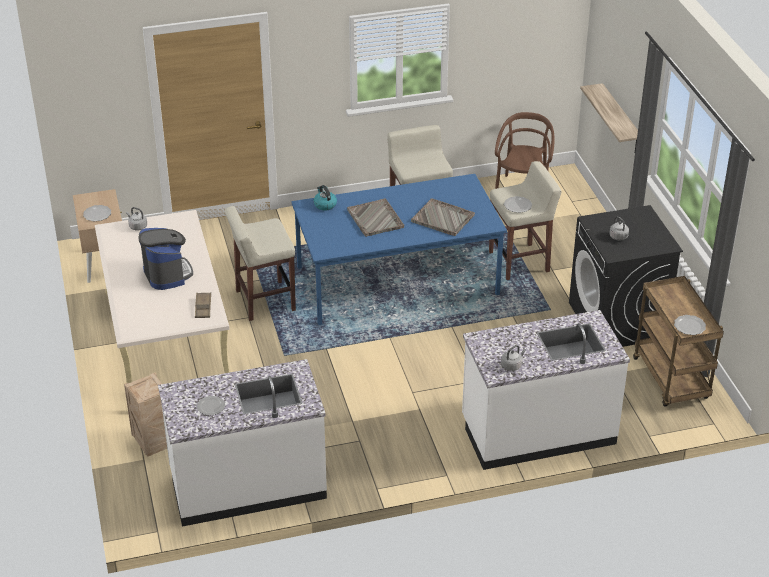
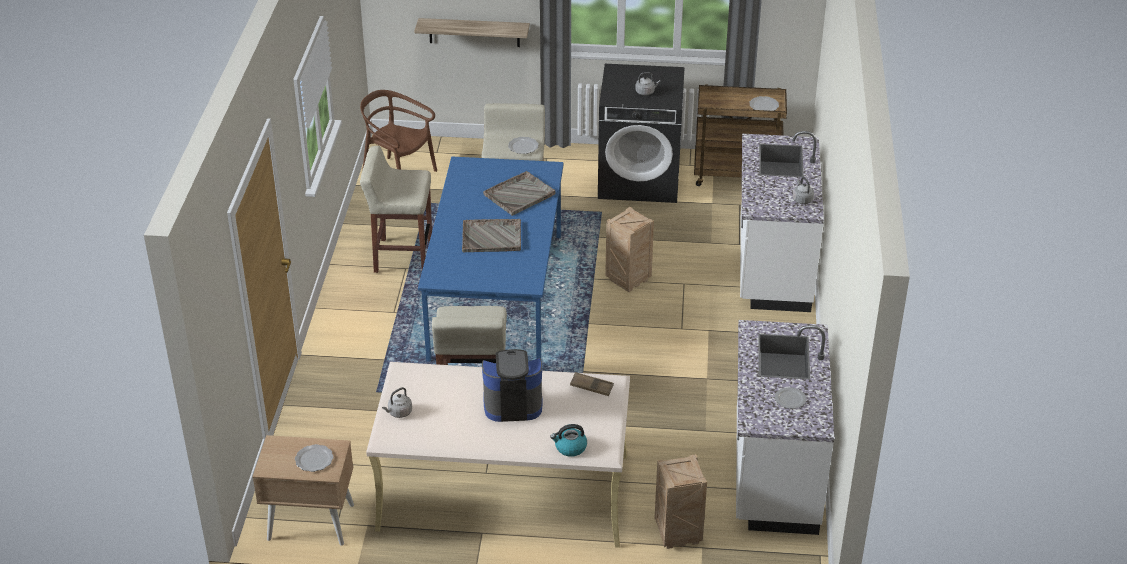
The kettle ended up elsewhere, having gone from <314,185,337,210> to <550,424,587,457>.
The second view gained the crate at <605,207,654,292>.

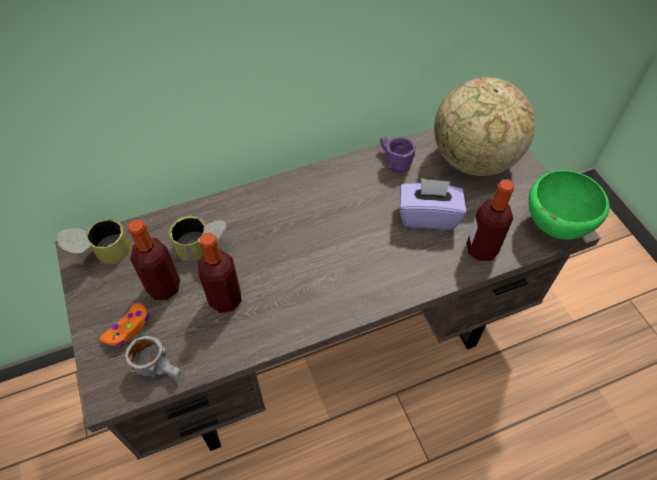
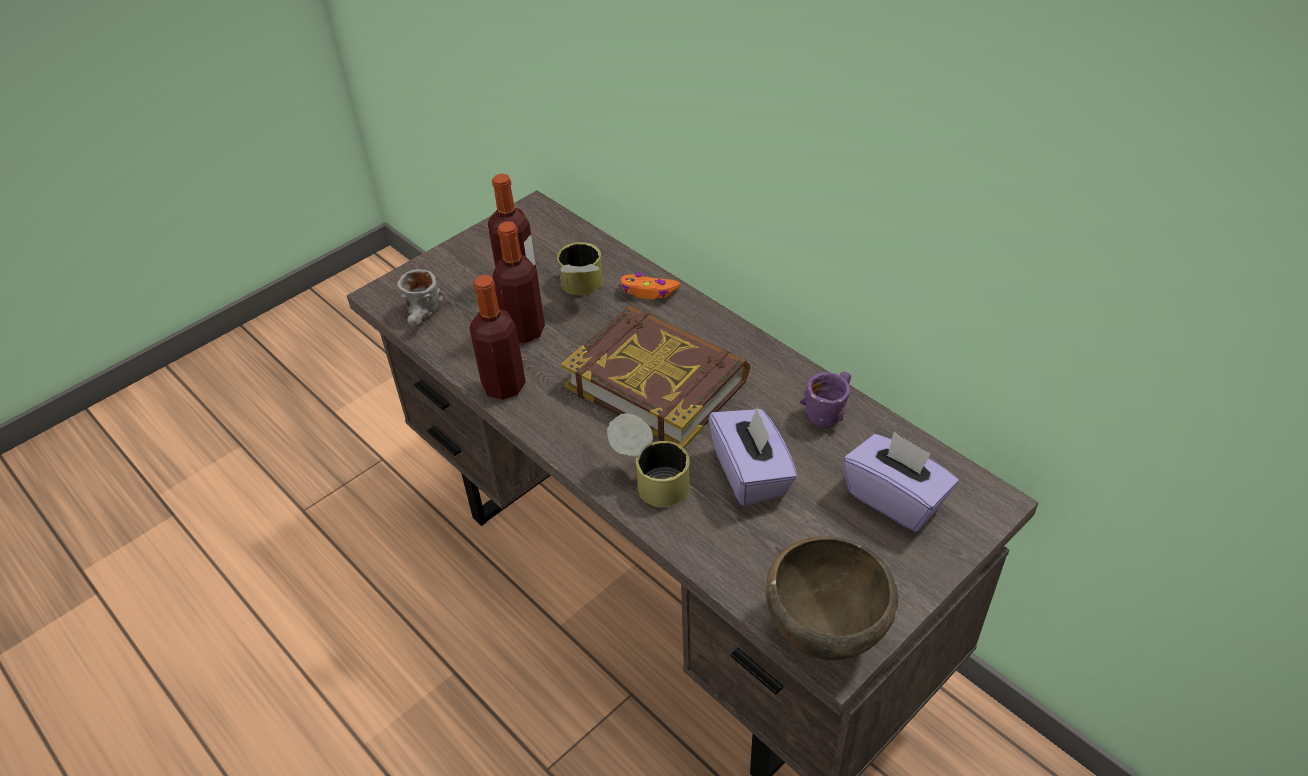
The bottle ended up elsewhere, having gone from <466,179,515,261> to <469,275,526,400>.
The second view gained the book at <561,305,750,448>.
The can ended up elsewhere, having gone from <57,219,131,264> to <607,413,690,508>.
The orange game controller ended up elsewhere, having gone from <100,302,149,346> to <621,272,680,299>.
What was the green bowl at <528,170,610,240> turned into the brown bowl at <766,536,898,660>.
Where the globe stood at <434,77,535,176>, the purple tissue box came to stand at <843,431,959,532>.

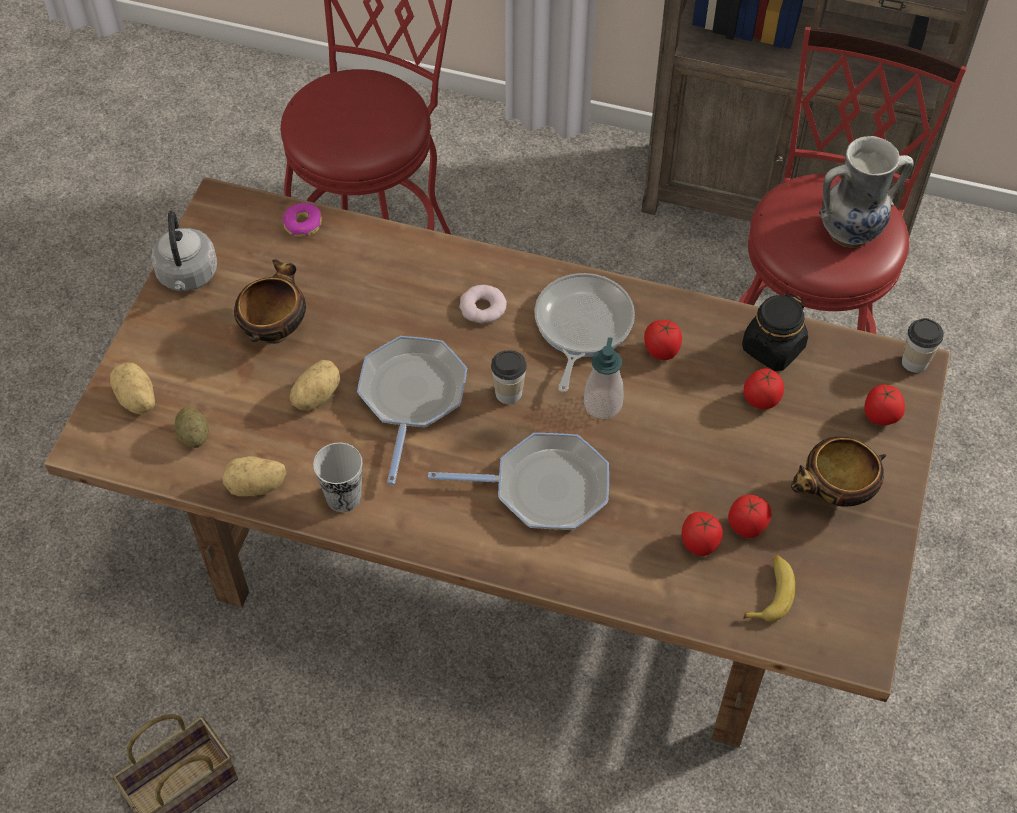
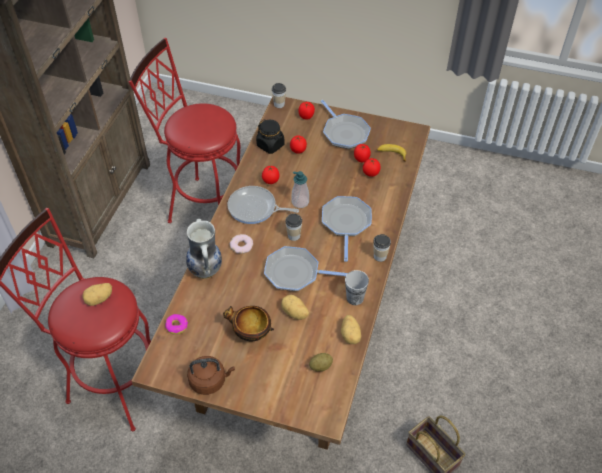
The potato ended up elsewhere, having gone from <110,362,155,414> to <82,283,112,306>.
The vase ended up elsewhere, having gone from <819,136,914,248> to <186,219,222,279>.
What was the grey kettle at <151,211,218,291> turned into the brown kettle at <187,356,235,395>.
Where the bowl stood at <791,436,886,506>, the frying pan came to stand at <321,100,371,149>.
The second view gained the cup at <373,234,391,262>.

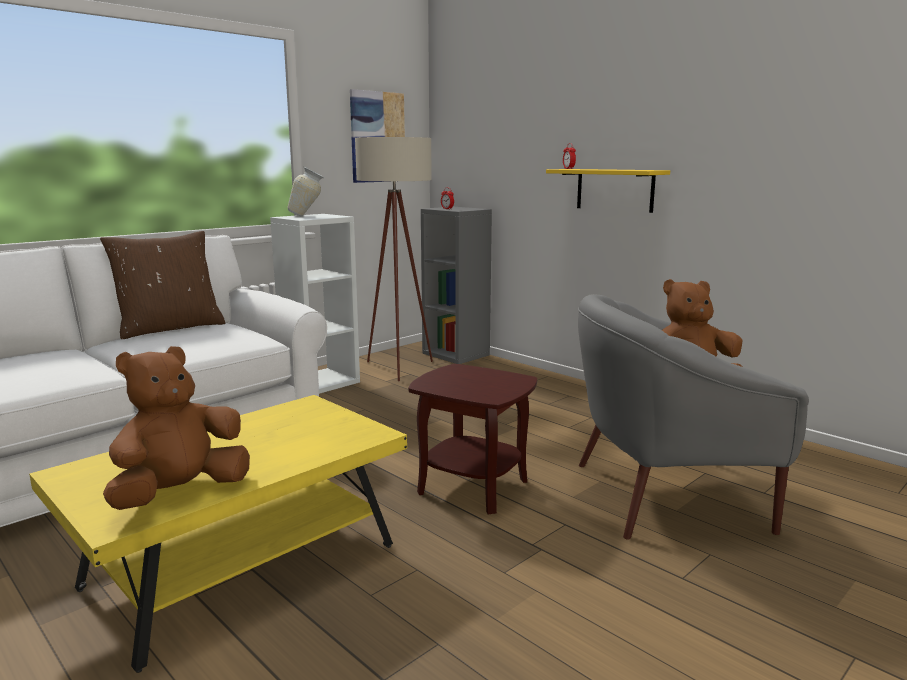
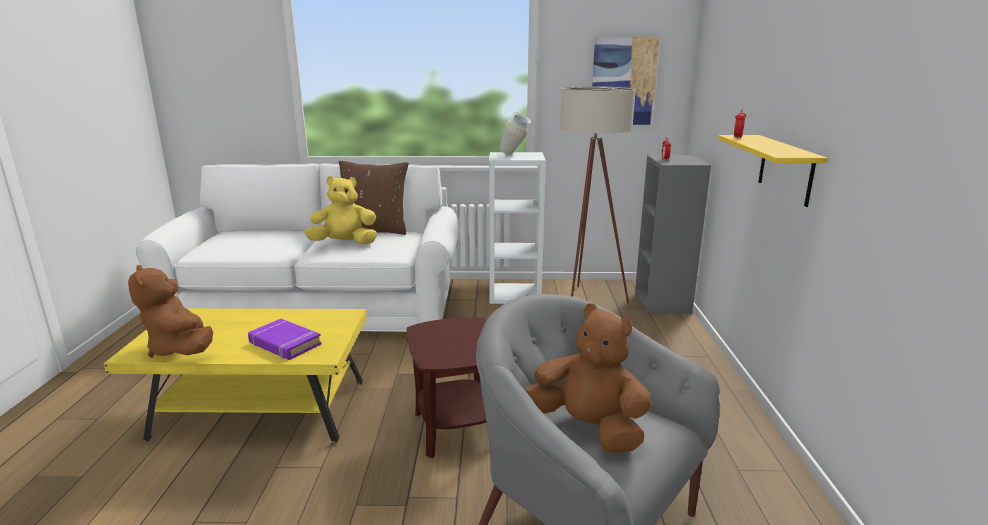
The brown plush toy at <103,346,250,510> ended up facing another way, 120 degrees counterclockwise from before.
The second view gained the purple book at <248,319,321,360>.
The second view gained the yellow plush toy at <304,176,377,245>.

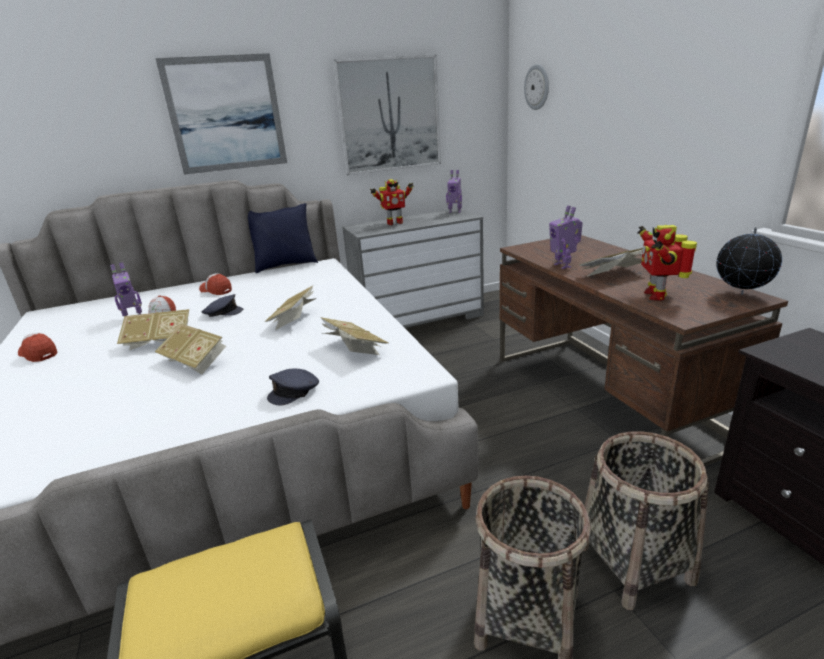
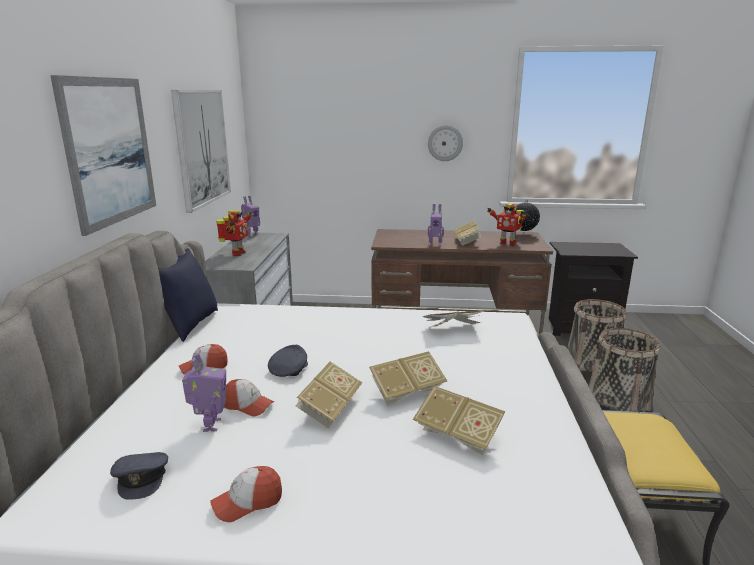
The grey cap ended up elsewhere, having gone from <267,369,319,405> to <110,452,168,500>.
The book ended up elsewhere, having gone from <265,286,317,330> to <413,386,505,455>.
The wall clock ended up elsewhere, having gone from <524,64,549,110> to <428,125,463,161>.

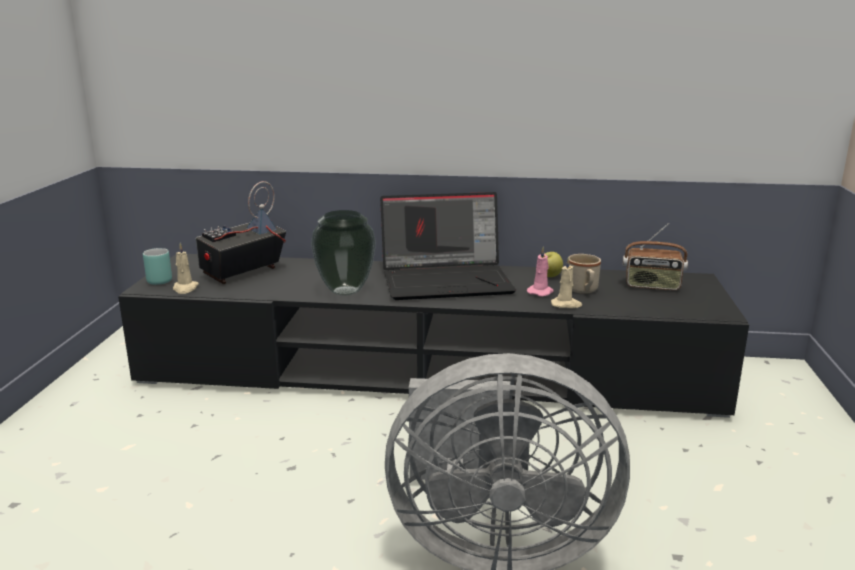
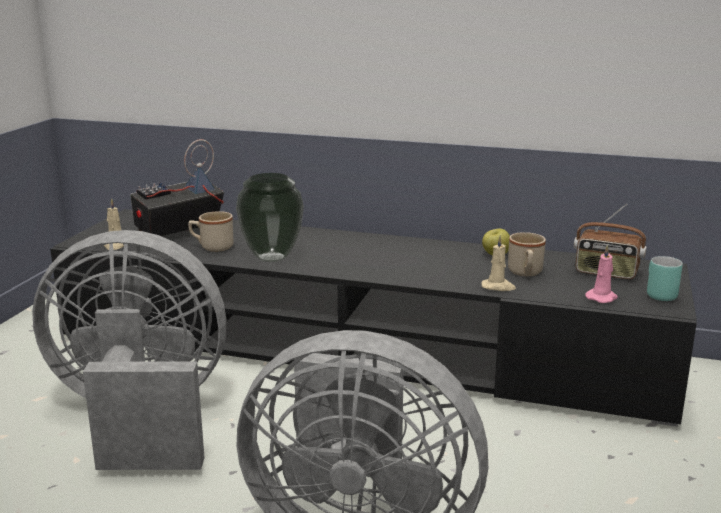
The second view gained the grey fan at <32,230,226,470>.
The second view gained the beige mug at <188,211,234,252>.
The pink candle ended up elsewhere, having gone from <527,247,554,296> to <585,244,618,303>.
The turquoise mug ended up elsewhere, having gone from <143,248,172,285> to <647,256,683,301>.
The second view lost the laptop at <380,192,516,300>.

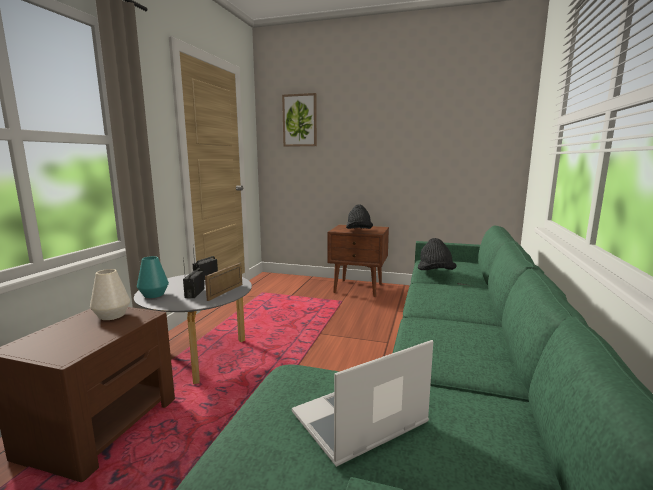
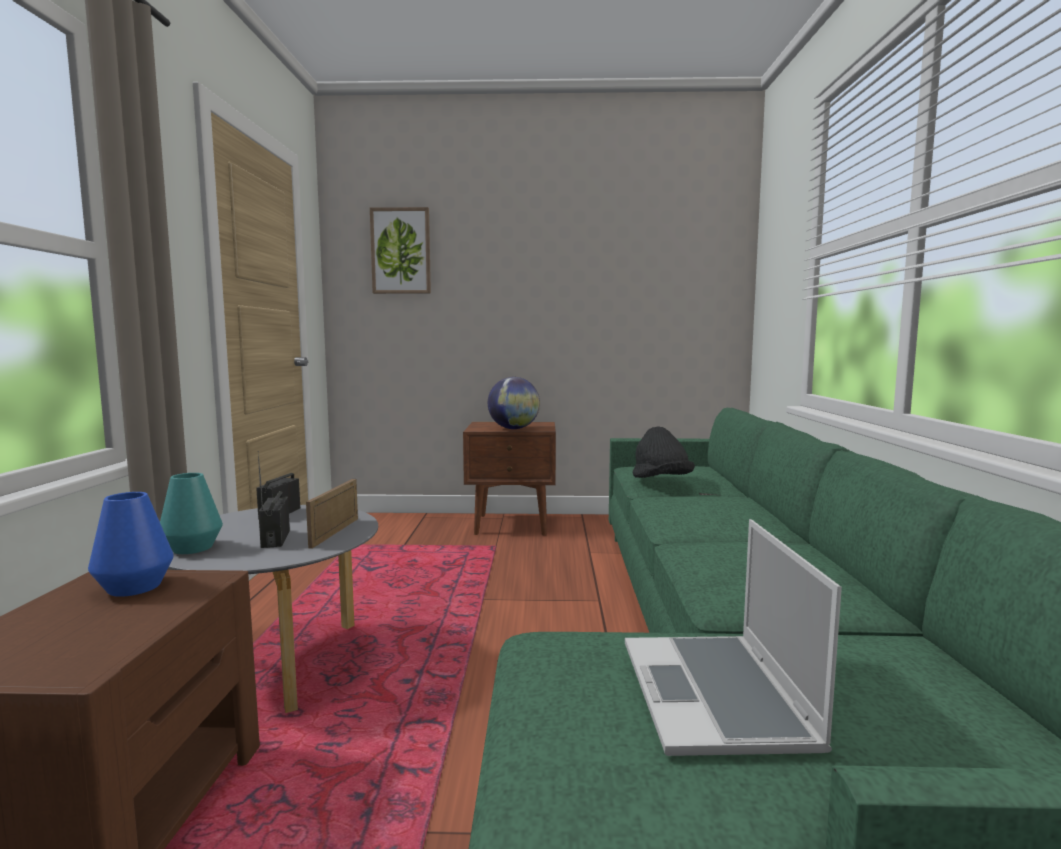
What was the white vase at <90,269,130,320> turned into the blue vase at <88,492,174,597>.
Where the black hat stood at <346,204,373,229>, the globe came to stand at <488,377,540,429>.
The laptop at <292,340,433,467> ended up facing another way, 45 degrees counterclockwise from before.

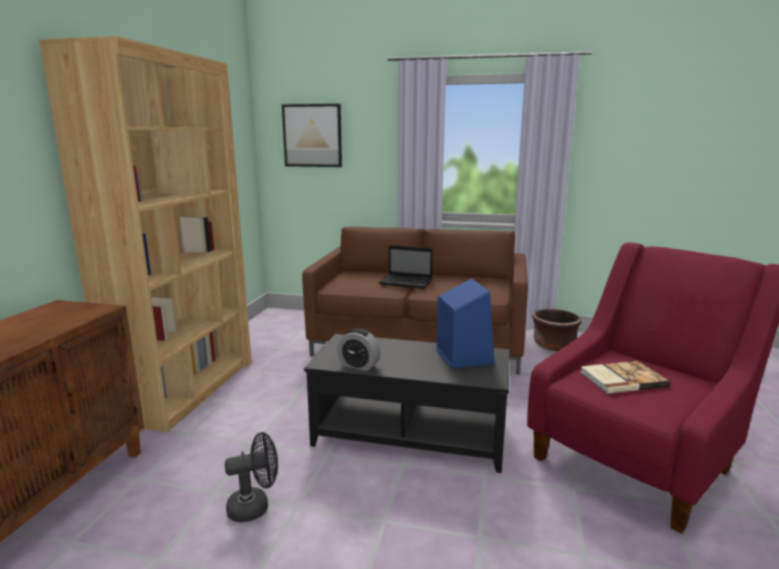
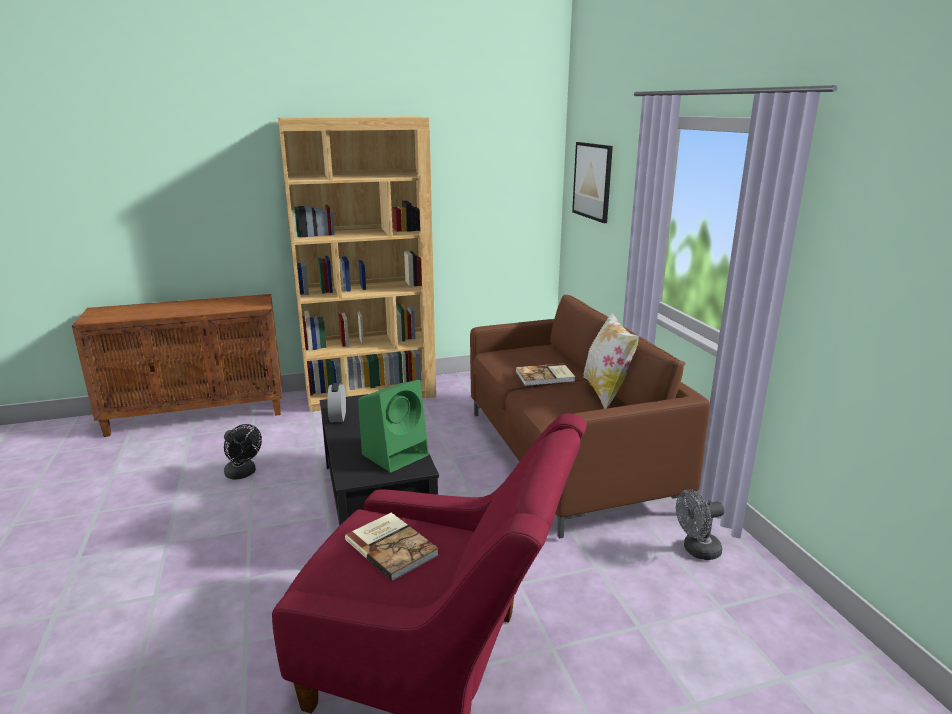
What was the blue speaker at <436,279,494,369> turned into the green speaker at <358,380,429,473>.
Where the laptop stood at <379,245,433,289>, the book came to stand at <516,364,575,386>.
The second view gained the pillow at <583,312,639,409>.
Where the brown planter stood at <532,309,582,351>, the grey fan came to stand at <676,489,725,560>.

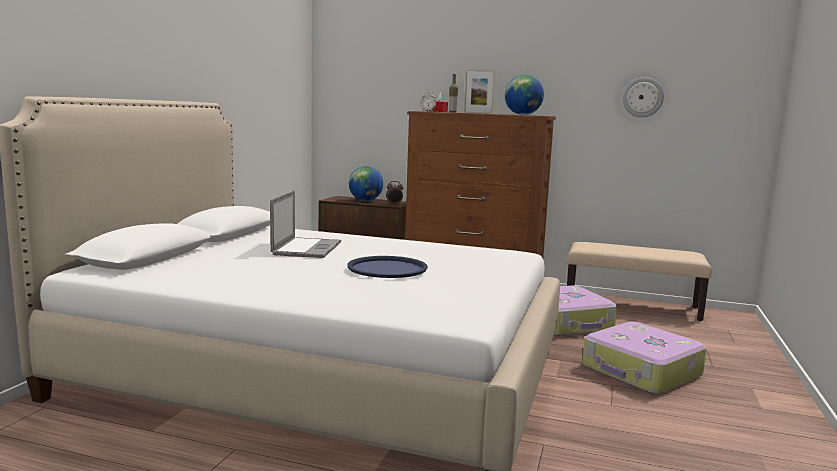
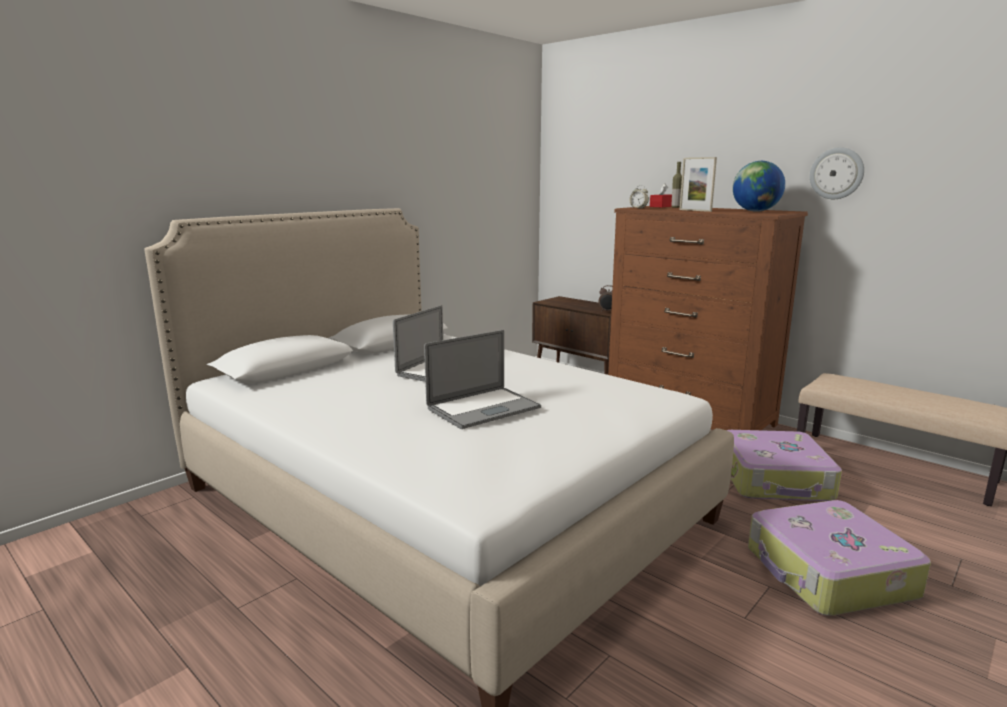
Where the blue tray stood at <347,256,428,278>, the laptop came to stand at <424,330,541,429>.
The wall clock ended up elsewhere, having gone from <622,77,664,117> to <810,147,864,199>.
The second view lost the globe at <349,166,383,201>.

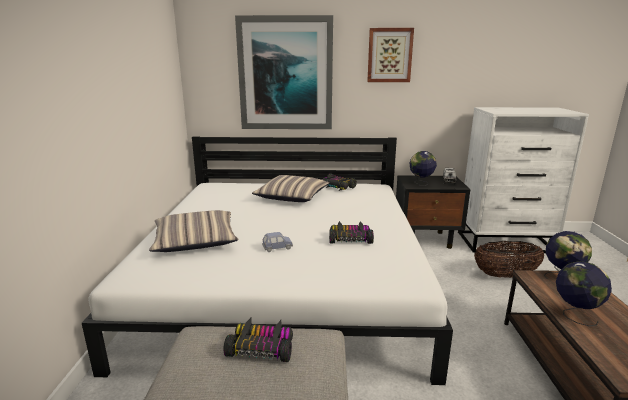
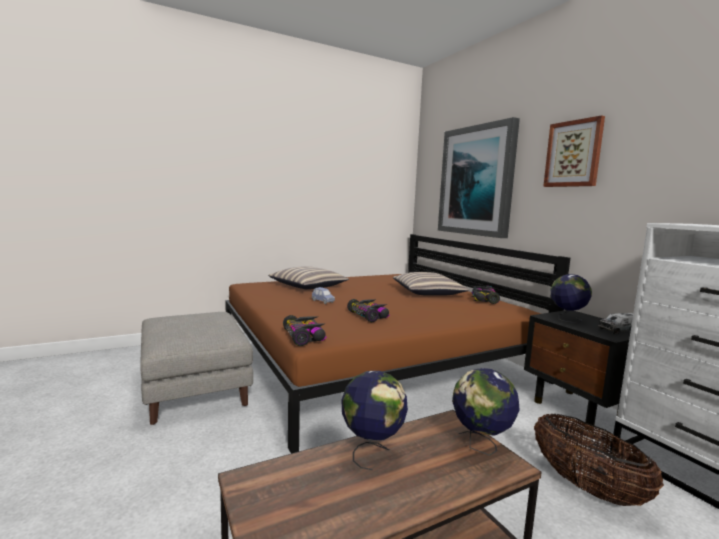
What was the white bed at <82,136,453,385> turned into the brown bed at <225,234,570,454>.
The toy car ended up elsewhere, having gone from <223,317,293,362> to <283,315,327,346>.

